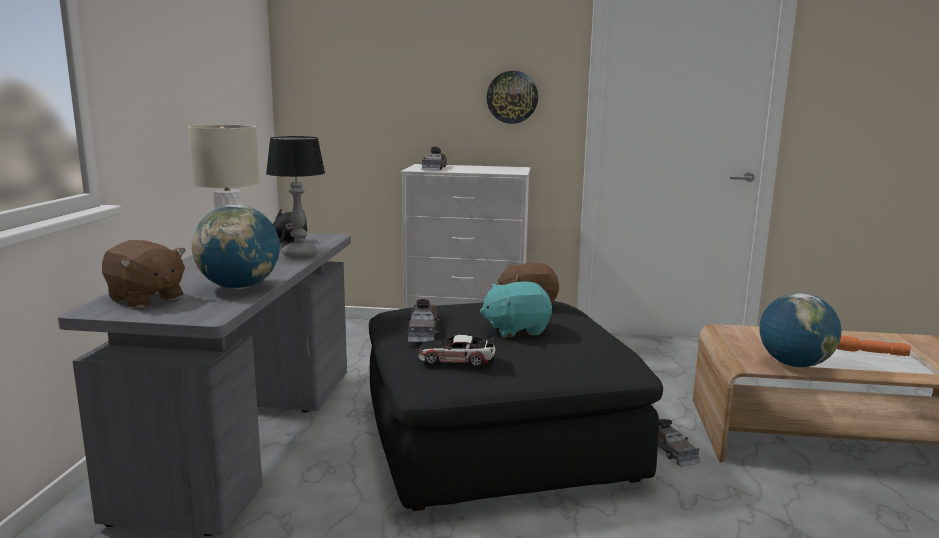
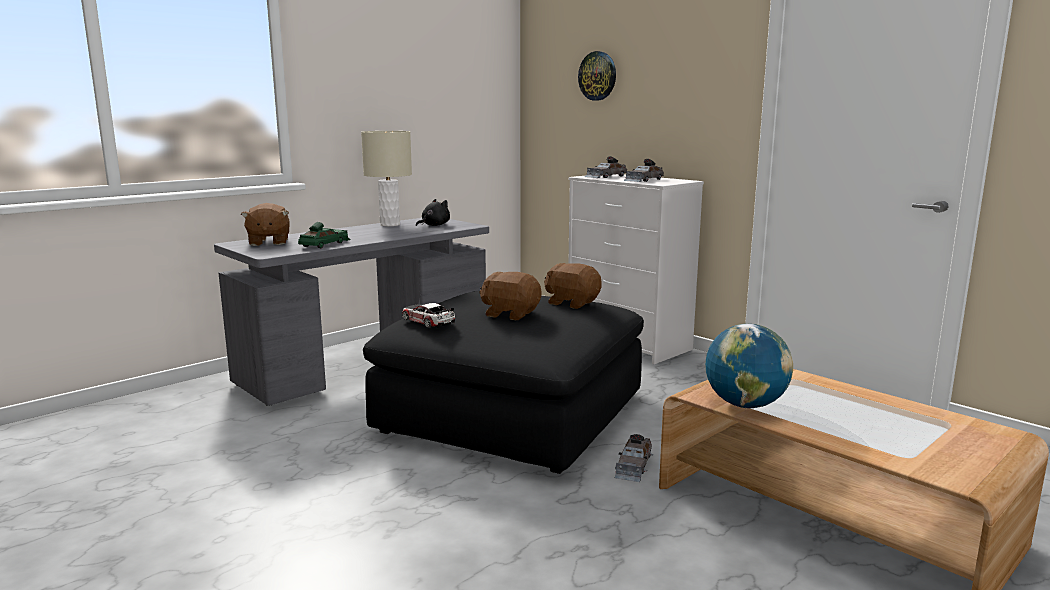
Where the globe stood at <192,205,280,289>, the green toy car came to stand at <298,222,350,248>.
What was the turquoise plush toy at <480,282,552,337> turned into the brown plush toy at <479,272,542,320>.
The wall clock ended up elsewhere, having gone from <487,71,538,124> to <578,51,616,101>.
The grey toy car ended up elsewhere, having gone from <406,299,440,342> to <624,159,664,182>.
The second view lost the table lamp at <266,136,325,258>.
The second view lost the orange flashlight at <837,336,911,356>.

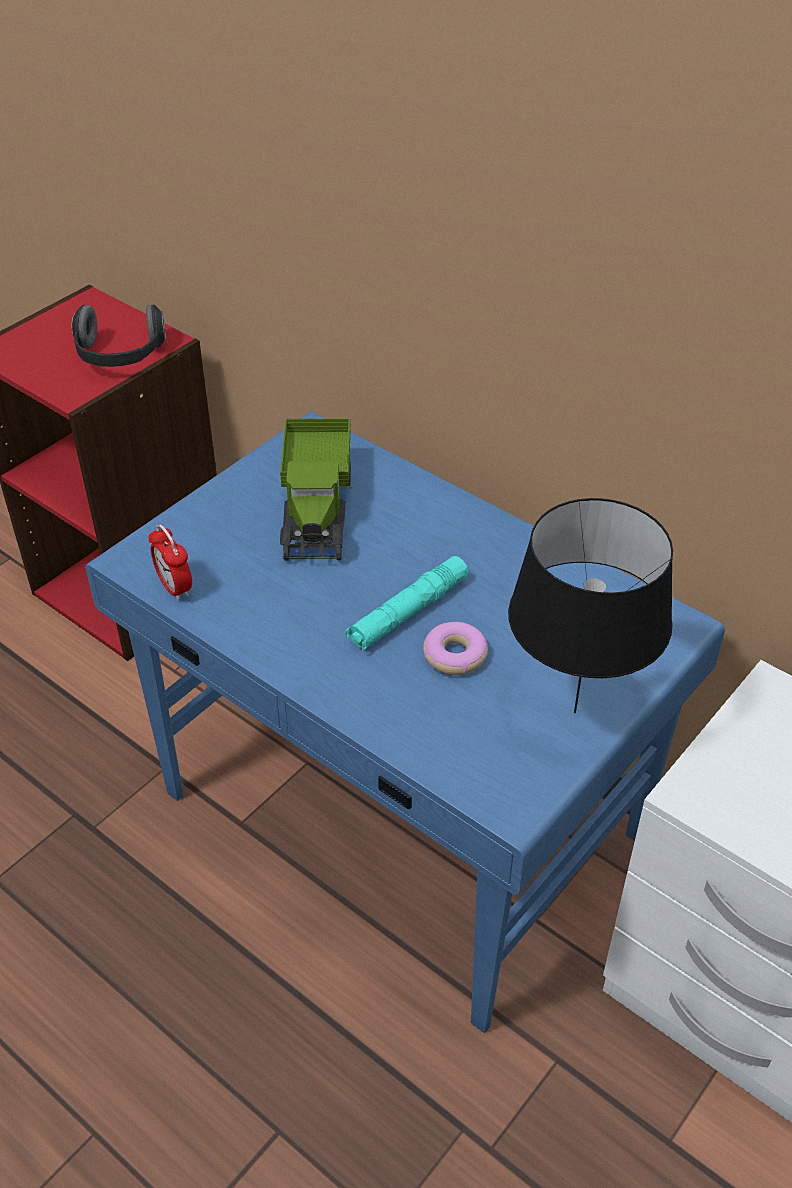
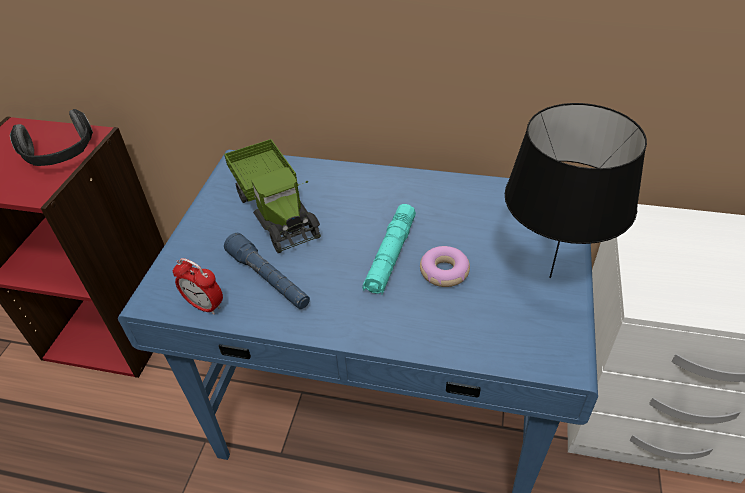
The second view gained the blue flashlight at <224,233,310,309>.

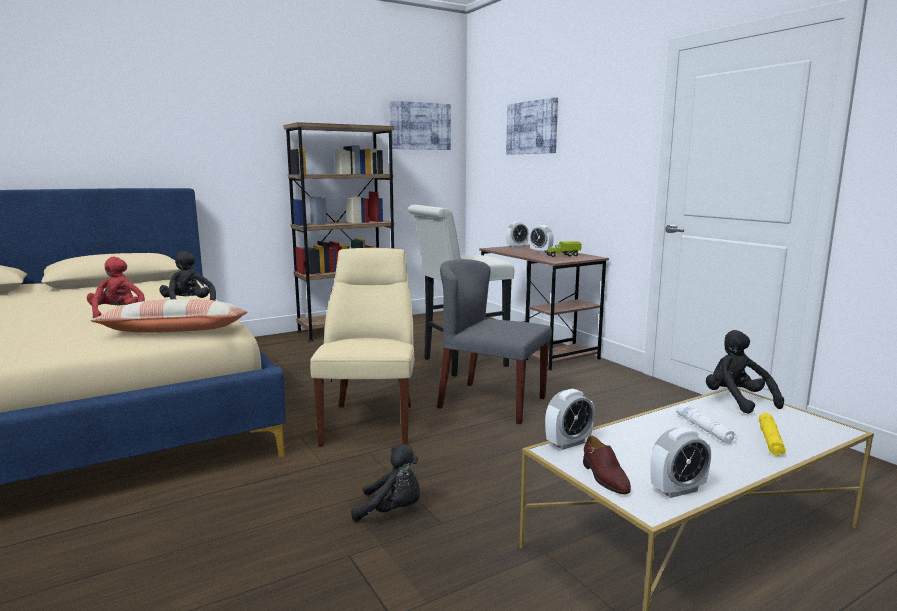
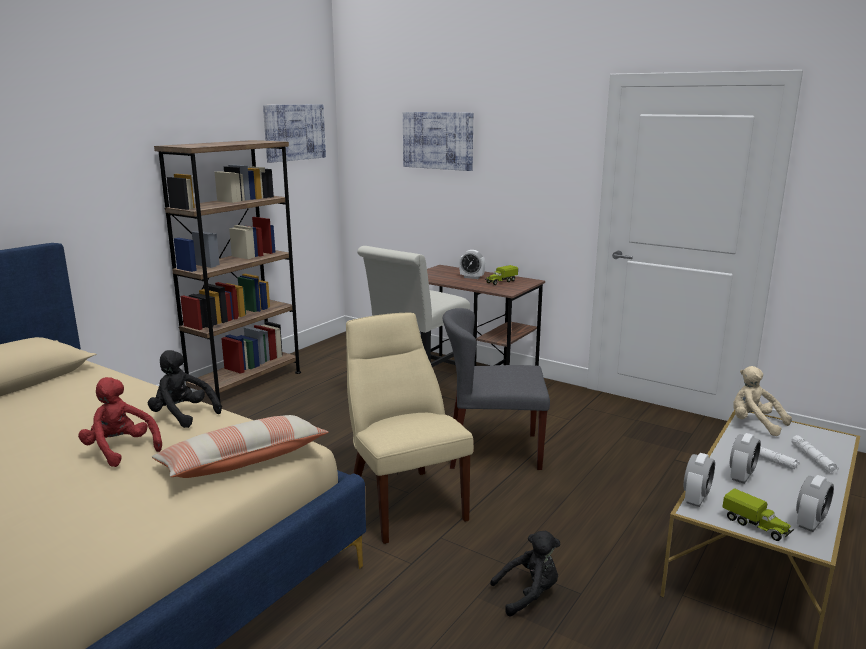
Where the brown shoe stood at <583,435,631,494>, the toy truck came to stand at <722,488,794,541>.
The alarm clock ended up elsewhere, having gone from <506,222,529,248> to <730,433,761,484>.
What was the black plush toy at <706,330,784,414> turned into the beige plush toy at <733,366,792,436>.
What was the yellow flashlight at <759,413,786,456> turned into the white flashlight at <791,435,839,473>.

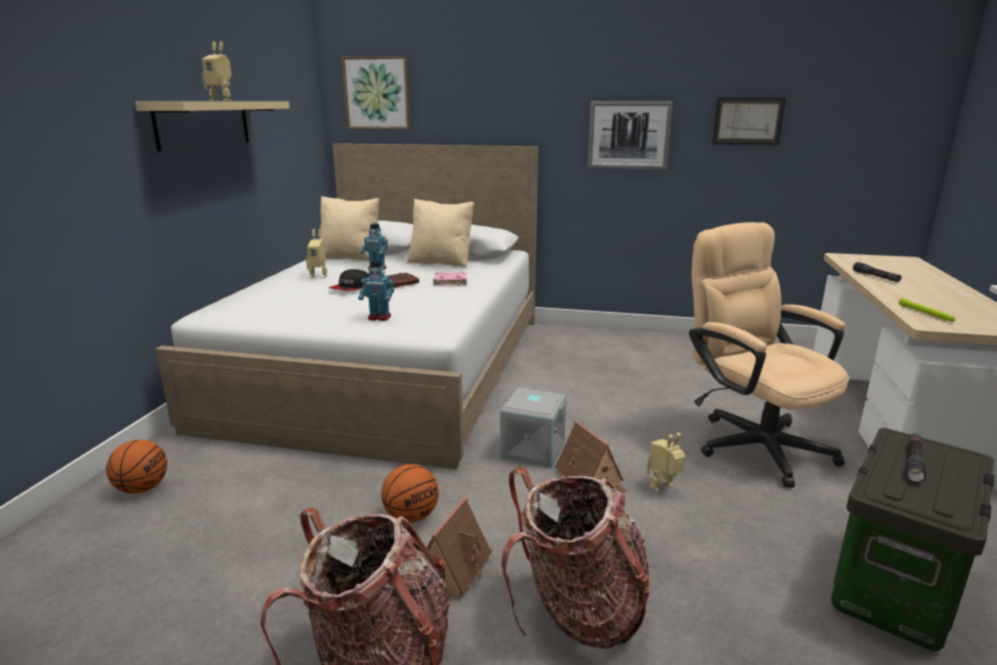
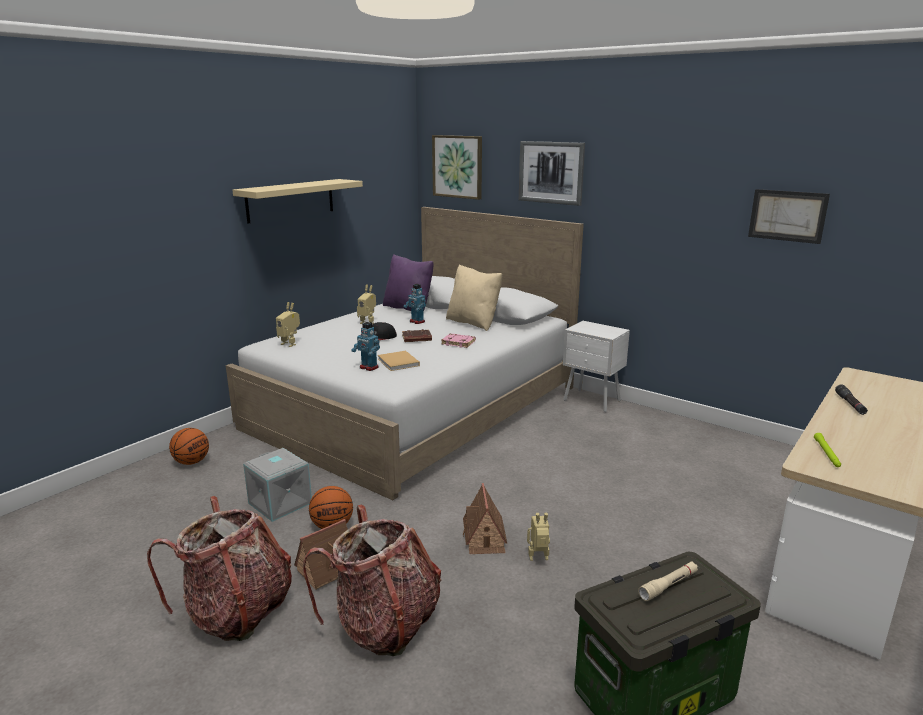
The grey storage box ended up elsewhere, having gone from <500,388,567,468> to <243,448,312,522>.
The toy robot ended up elsewhere, having gone from <202,41,232,101> to <276,302,300,347>.
The second view gained the beige book at <378,351,420,371>.
What was the beige pillow at <320,196,379,261> turned into the purple pillow at <383,254,434,312>.
The picture ended up elsewhere, having gone from <588,101,673,170> to <519,141,585,206>.
The second view gained the white nightstand at <563,321,630,412>.
What was the black flashlight at <906,434,926,482> turned into the beige flashlight at <638,562,698,601>.
The second view lost the beige office chair at <689,222,849,488>.

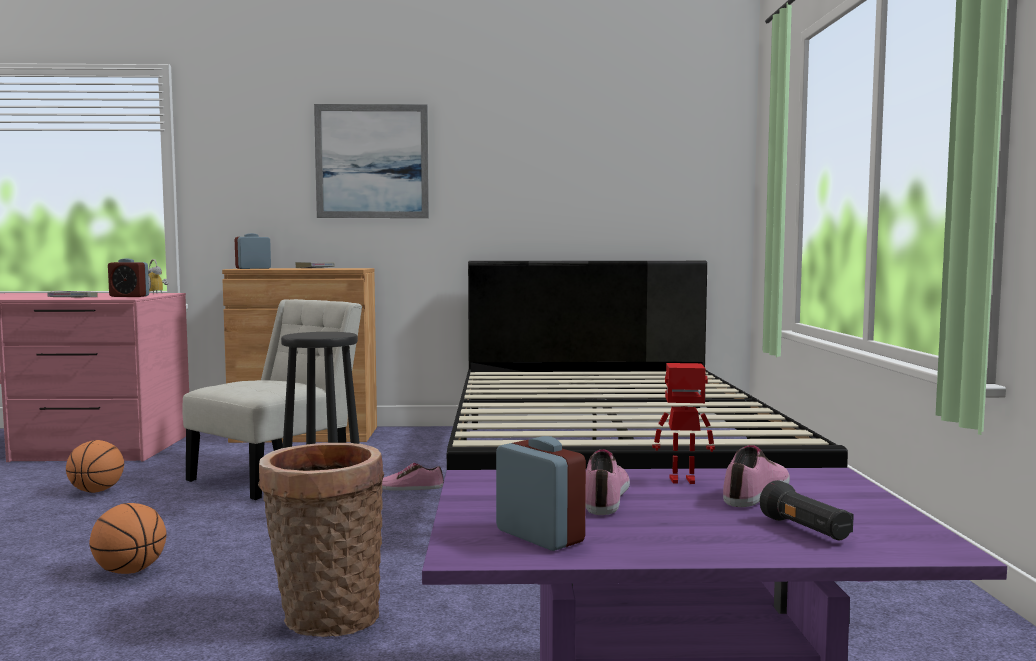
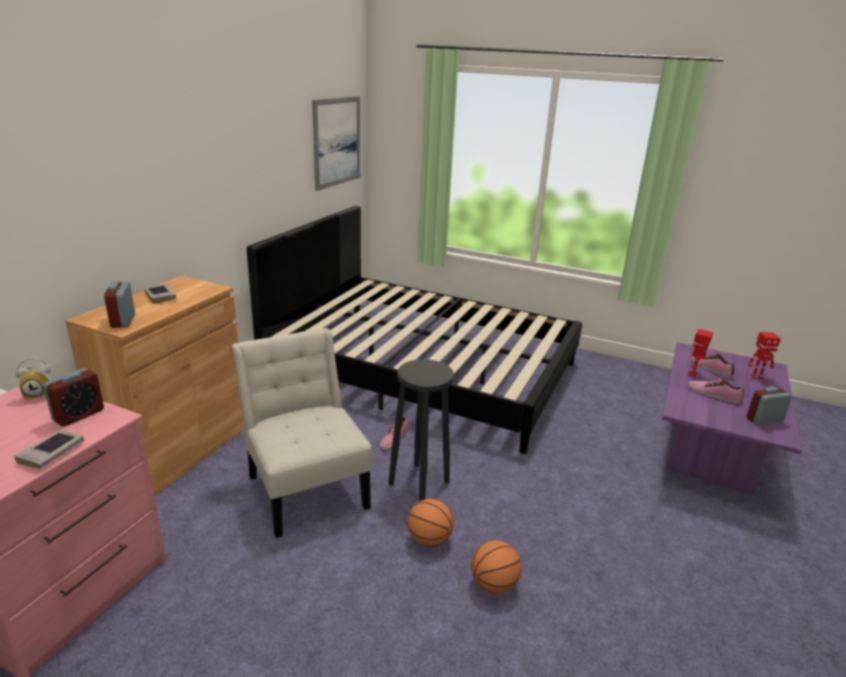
The picture ended up elsewhere, having gone from <314,104,429,218> to <312,96,360,191>.
The basketball ended up elsewhere, having gone from <66,440,124,493> to <408,499,454,547>.
Where the black flashlight stood at <760,480,854,540>, the toy robot came to stand at <748,332,781,380>.
The second view lost the basket at <258,443,384,637>.

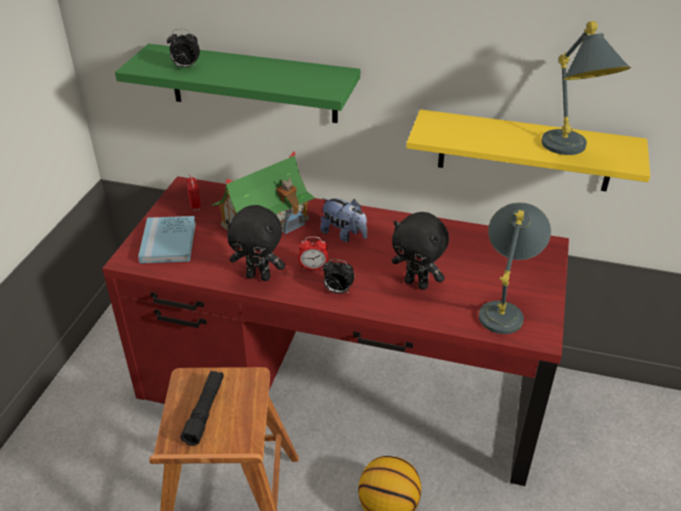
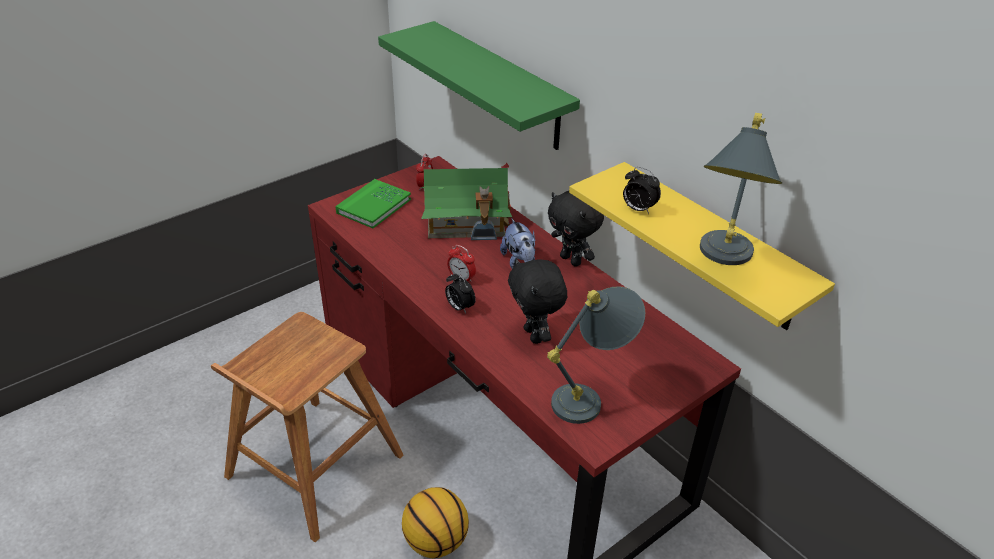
What was the blue book at <138,216,196,264> turned into the green book at <335,179,411,228>.
The black plush toy ended up elsewhere, having gone from <226,205,285,281> to <548,191,604,267>.
The alarm clock ended up elsewhere, having gone from <167,29,200,68> to <623,167,661,214>.
The second view lost the black flashlight at <180,370,224,446>.

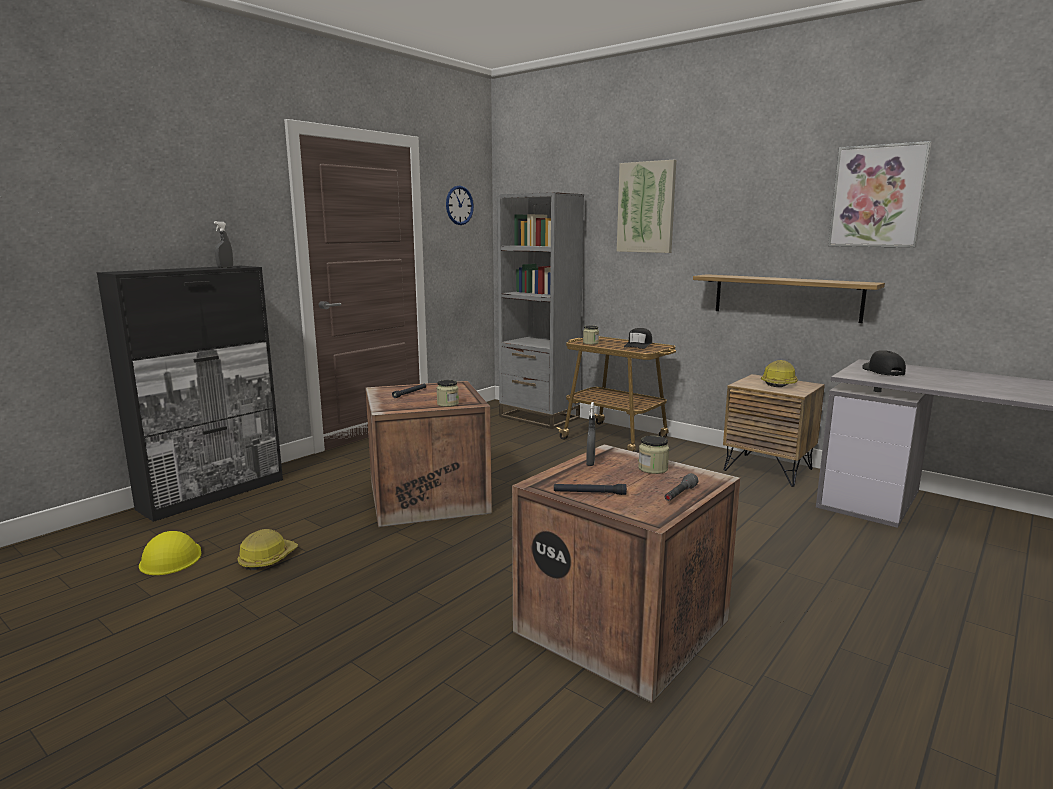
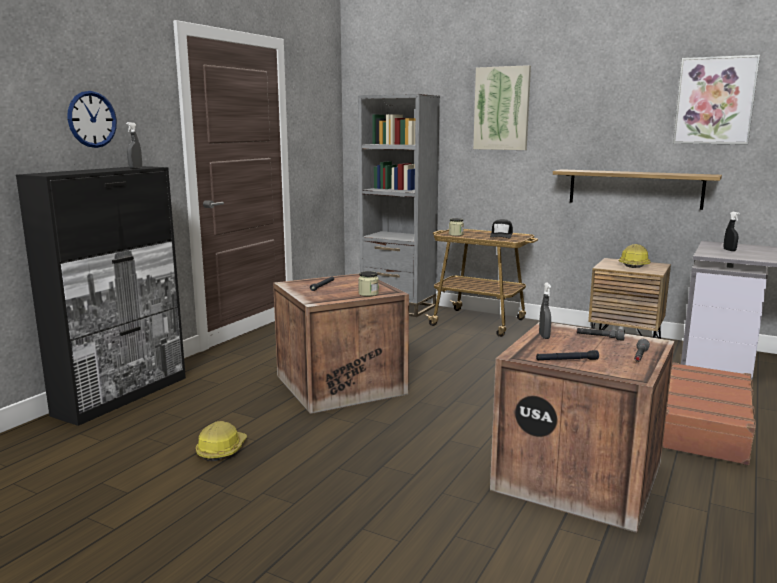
The wall clock ended up elsewhere, having gone from <446,186,474,225> to <67,91,117,148>.
Where the jar stood at <638,435,669,474>, the grey flashlight came to stand at <577,328,625,341>.
The second view gained the brown suitcase at <663,362,756,465>.
Where the black cap stood at <862,350,906,376>, the black spray bottle came to stand at <724,212,740,251>.
The second view lost the yellow hard hat at <139,531,201,575>.

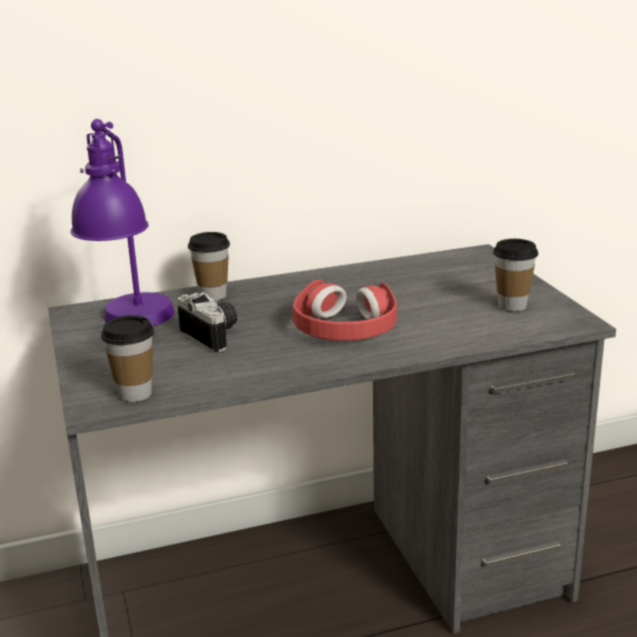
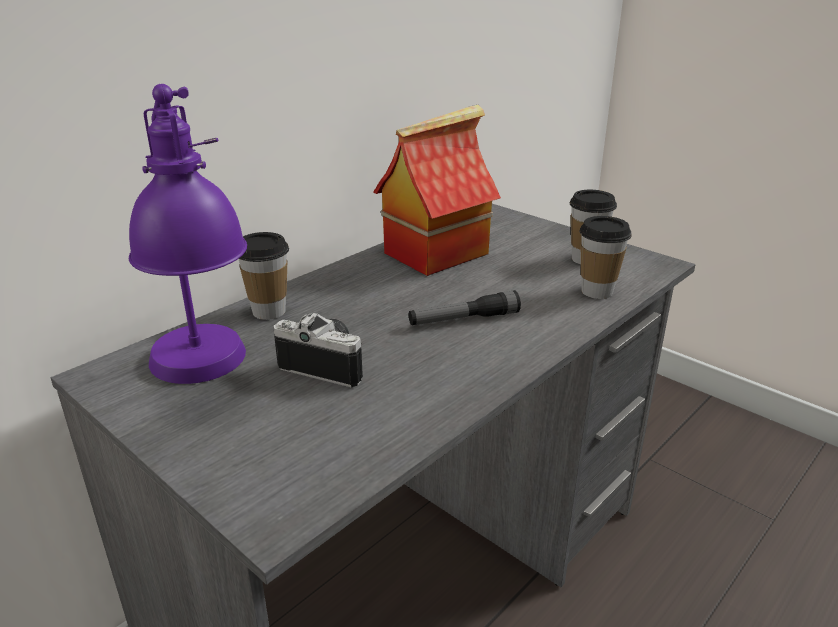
The second view gained the toy house at <373,105,501,276>.
Where the red headphones stood at <293,279,397,341>, the flashlight came to stand at <409,290,521,325>.
The cup ended up elsewhere, having gone from <101,315,154,402> to <579,216,632,299>.

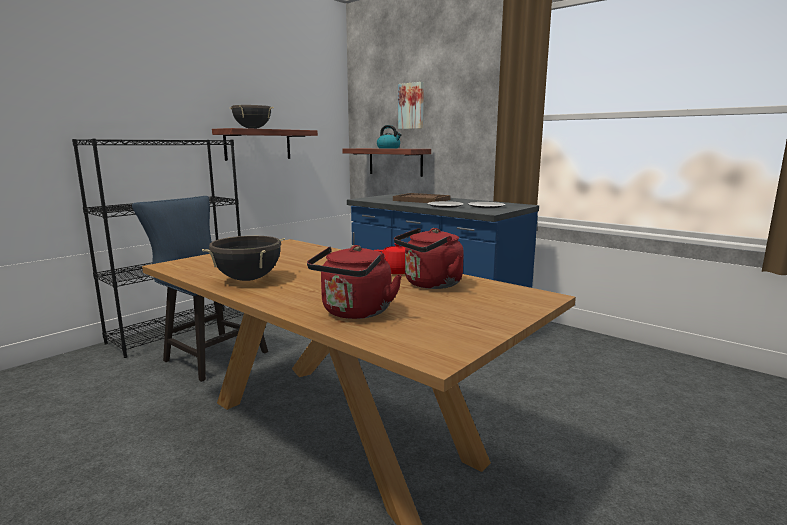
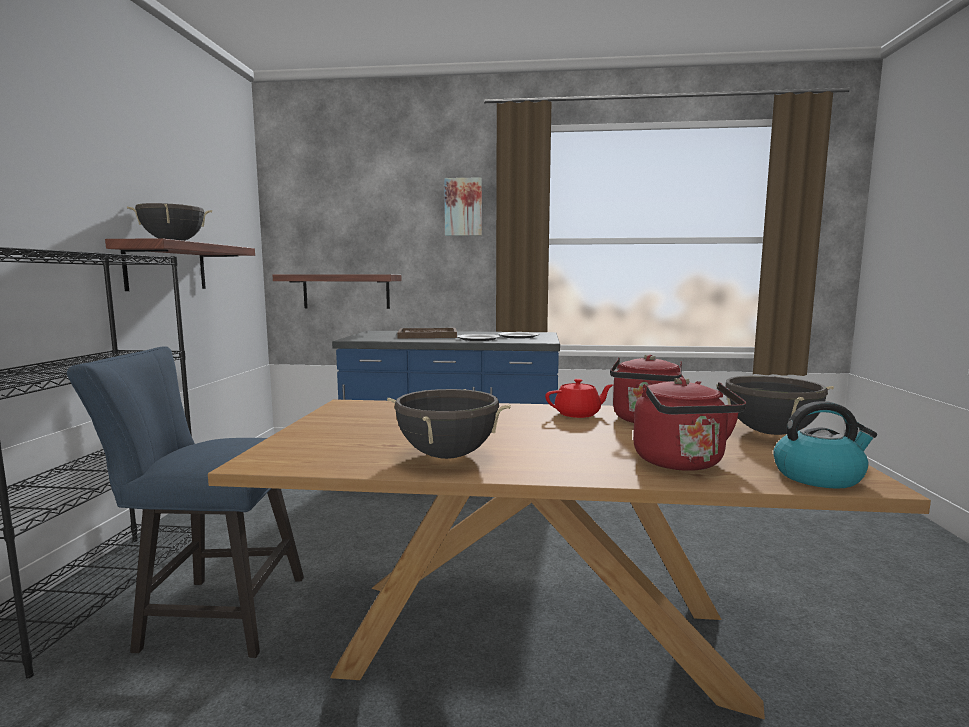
The picture ended up elsewhere, having gone from <398,82,424,129> to <444,177,482,236>.
The second view gained the black cooking pot at <716,376,834,435>.
The kettle ended up elsewhere, having gone from <377,125,402,149> to <773,401,877,489>.

